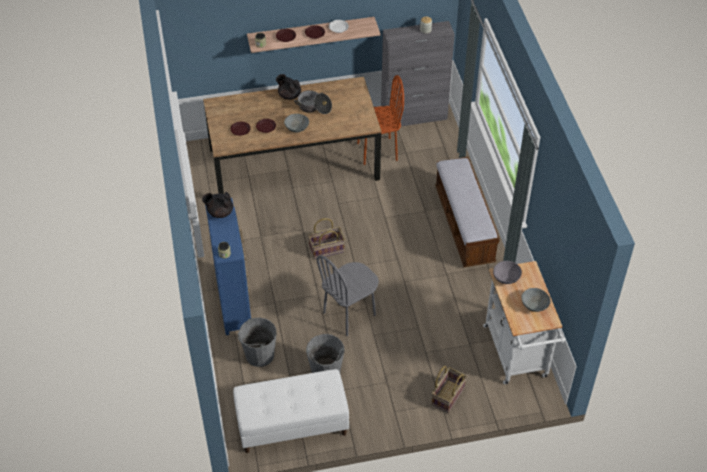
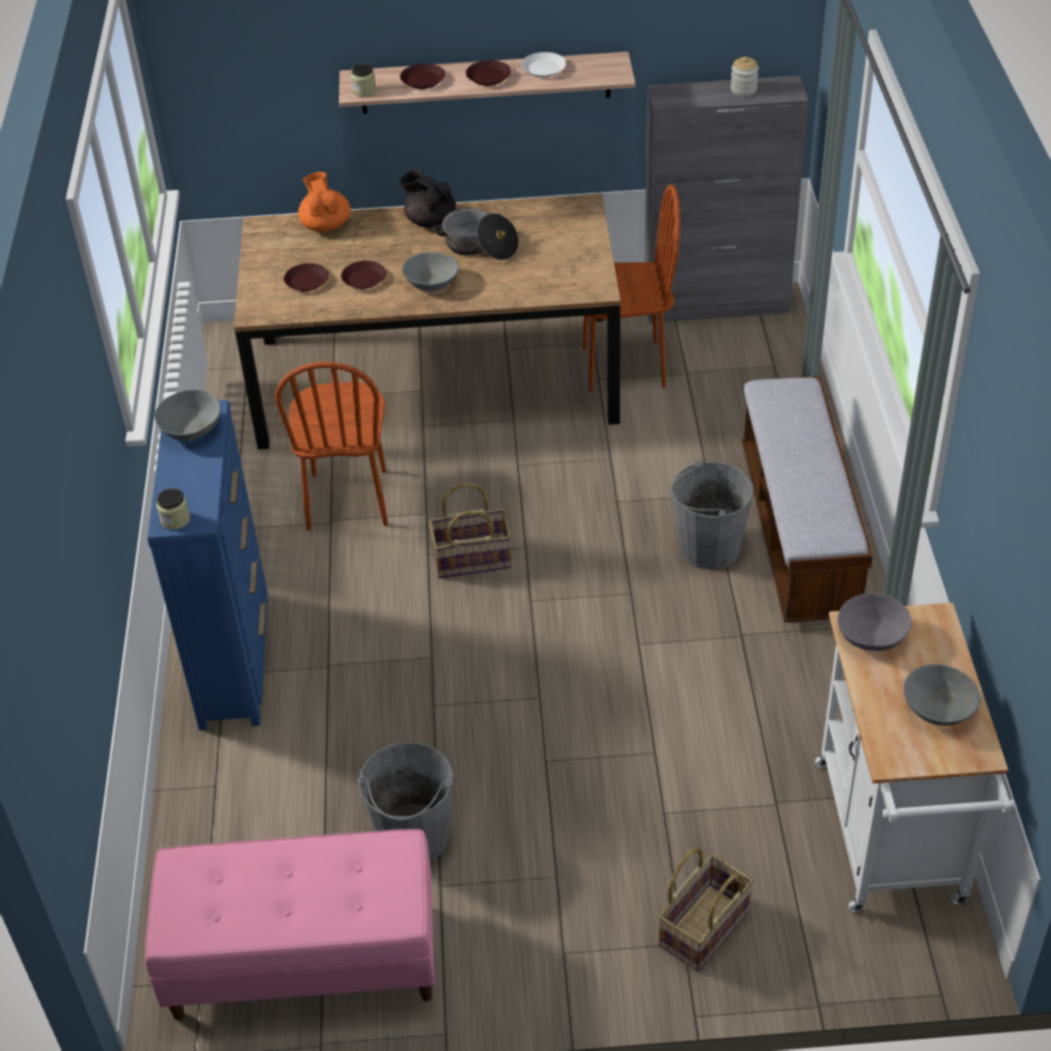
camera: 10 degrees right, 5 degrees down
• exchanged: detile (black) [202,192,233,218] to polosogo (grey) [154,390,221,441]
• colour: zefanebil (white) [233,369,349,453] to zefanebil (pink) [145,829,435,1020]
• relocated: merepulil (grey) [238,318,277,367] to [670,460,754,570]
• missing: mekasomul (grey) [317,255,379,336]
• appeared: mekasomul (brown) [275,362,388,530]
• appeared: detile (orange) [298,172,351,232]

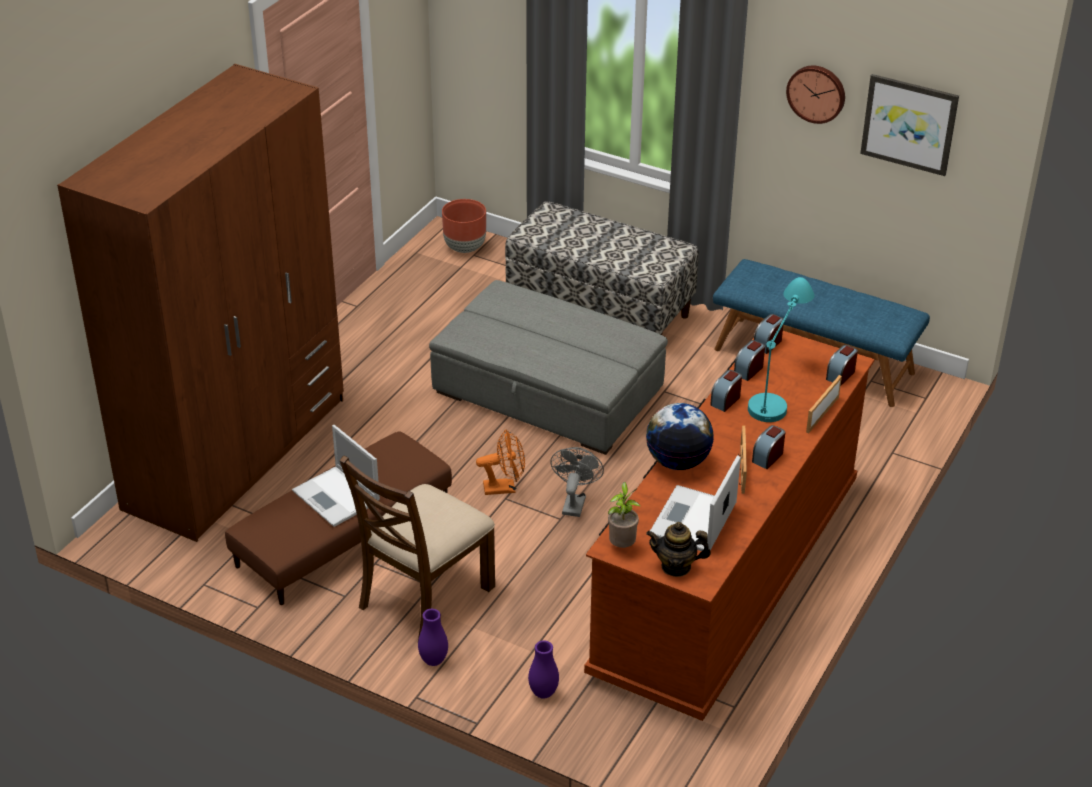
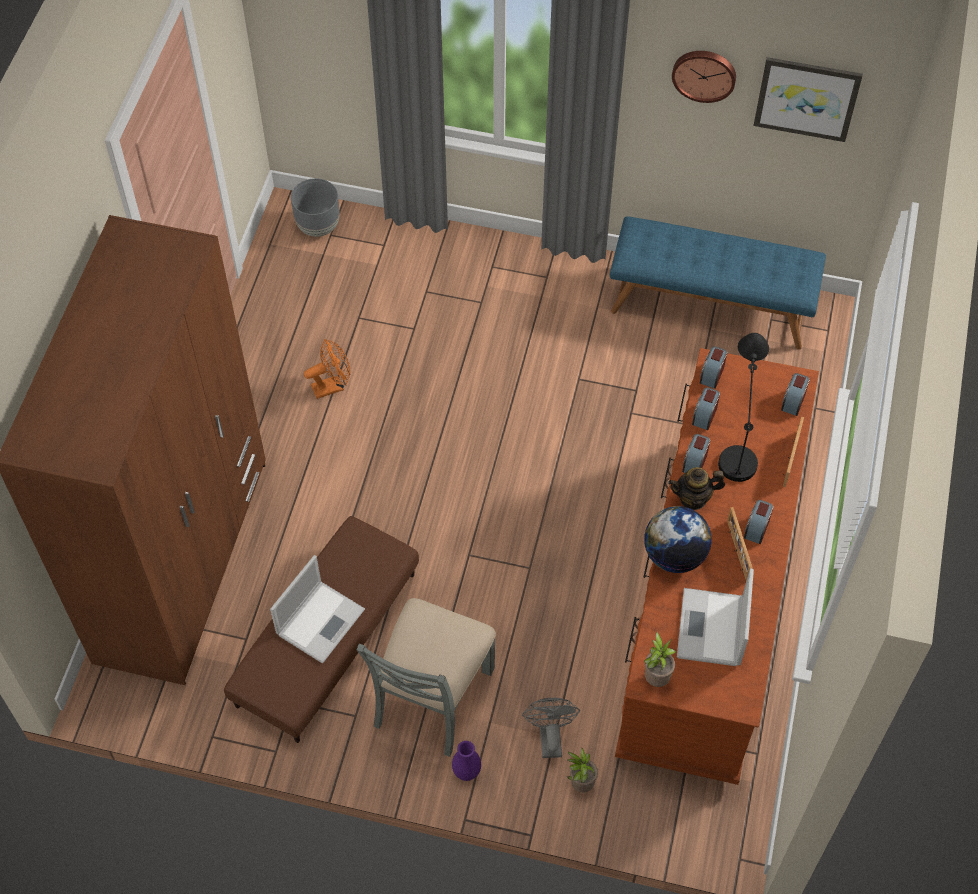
camera: 15 degrees left, 20 degrees up
• spun: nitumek [292,425,380,527] = [270,555,365,663] 90 degrees counterclockwise
• colour: mekasomul (brown) [339,456,495,640] to mekasomul (grey) [357,598,496,757]
• missing: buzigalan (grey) [429,280,668,455]
• colour: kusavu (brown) [442,199,486,253] to kusavu (grey) [291,178,340,237]
• relocated: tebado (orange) [476,429,525,495] to [304,339,351,399]
• missing: zefanebil [505,201,699,335]
• exchanged: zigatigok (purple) [528,641,559,699] to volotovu [567,747,598,793]
• relocated: tebado (grey) [550,447,604,517] to [522,698,580,758]
• relocated: detile [646,522,711,577] to [668,467,725,510]
• colour: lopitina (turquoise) [748,277,815,422] to lopitina (black) [718,333,769,482]

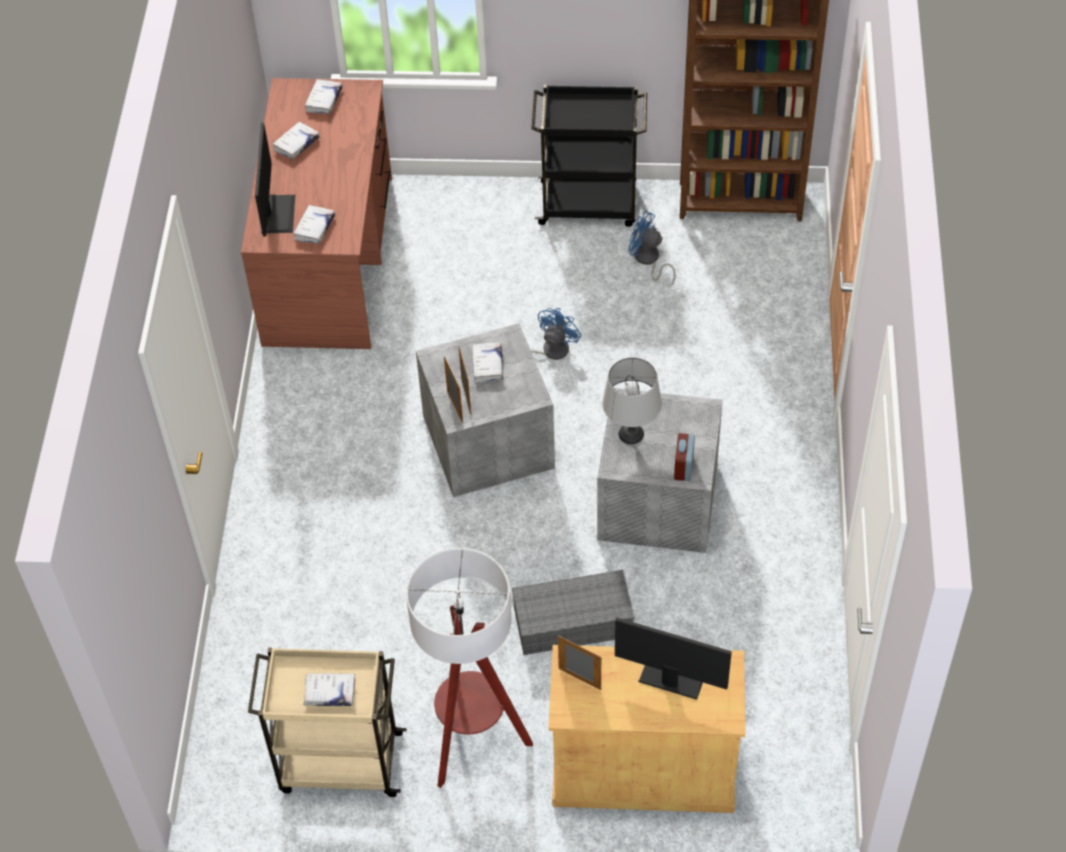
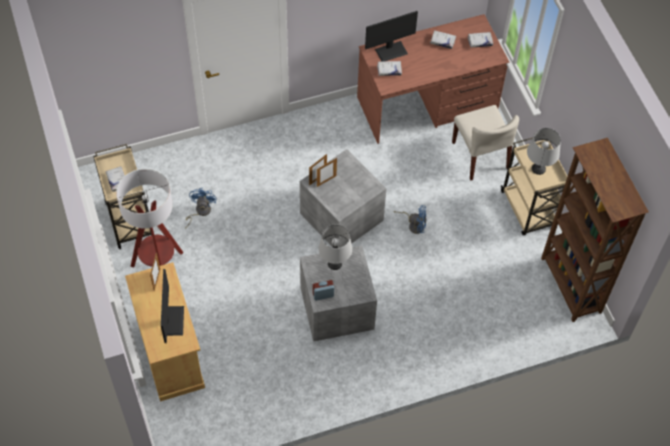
camera: 65 degrees right, 5 degrees up
• missing: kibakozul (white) [472,342,503,383]
• missing: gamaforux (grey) [512,570,635,655]
• colour: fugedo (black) [532,85,647,227] to fugedo (beige) [501,137,568,235]
• relocated: tebado (blue) [629,211,676,285] to [186,188,217,228]
• appeared: mekasomul (beige) [452,105,519,180]
• appeared: lopitina (grey) [527,128,561,175]

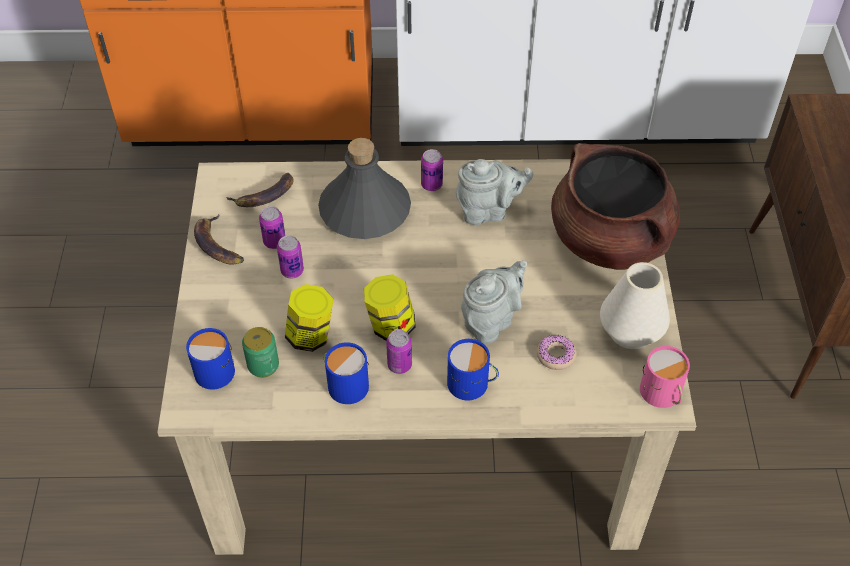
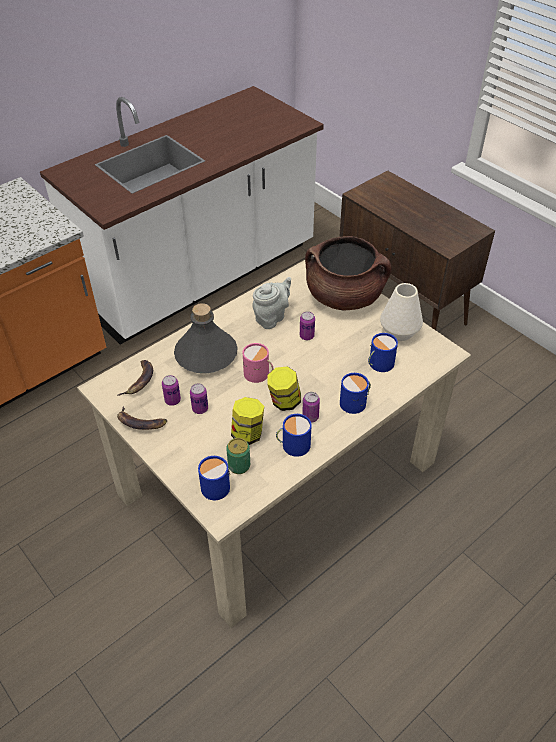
camera: 40 degrees left, 5 degrees down
• relocated: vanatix [421,149,443,191] to [300,311,315,340]
• missing: detile (grey) [461,260,527,344]
• exchanged: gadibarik [537,335,577,370] to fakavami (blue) [368,333,398,372]
• relocated: fakavami (pink) [640,346,690,408] to [243,343,274,383]

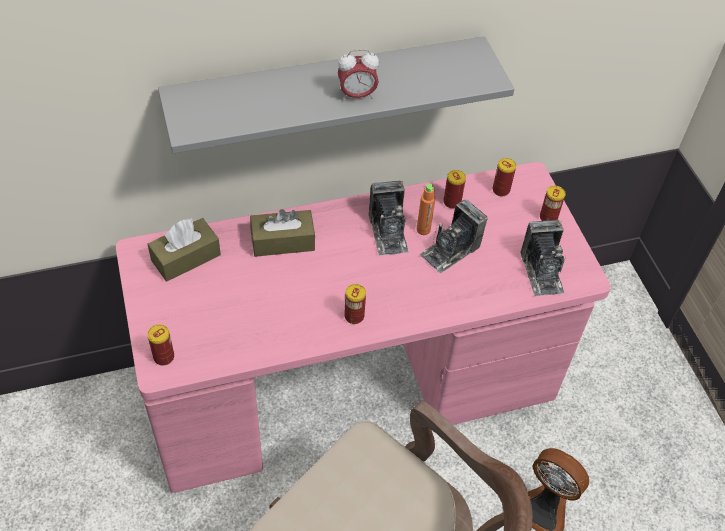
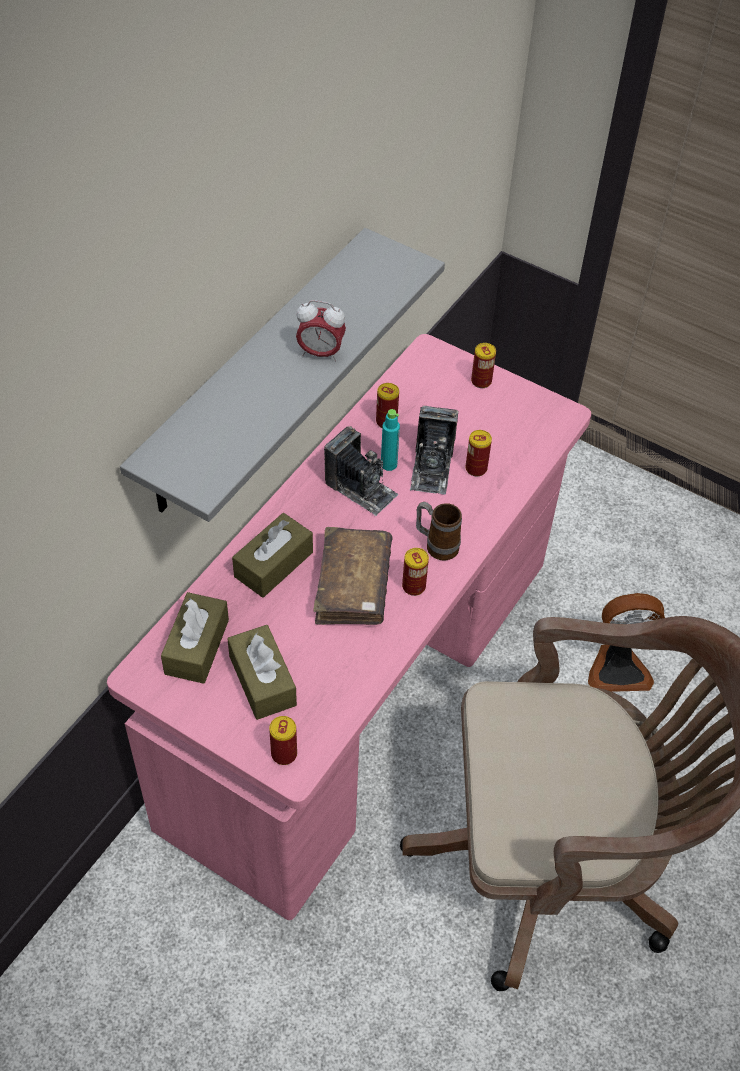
camera: 40 degrees left, 0 degrees up
• spun: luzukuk [338,49,379,101] = [296,300,346,361] 60 degrees clockwise
• colour: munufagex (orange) [417,184,436,235] to munufagex (turquoise) [381,409,400,471]
• relocated: vanatix [493,158,516,196] to [465,430,492,477]
• missing: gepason [520,220,566,296]
• appeared: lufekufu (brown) [227,625,297,720]
• appeared: kibakozul (brown) [313,527,393,625]
• appeared: fakavami [416,502,462,560]

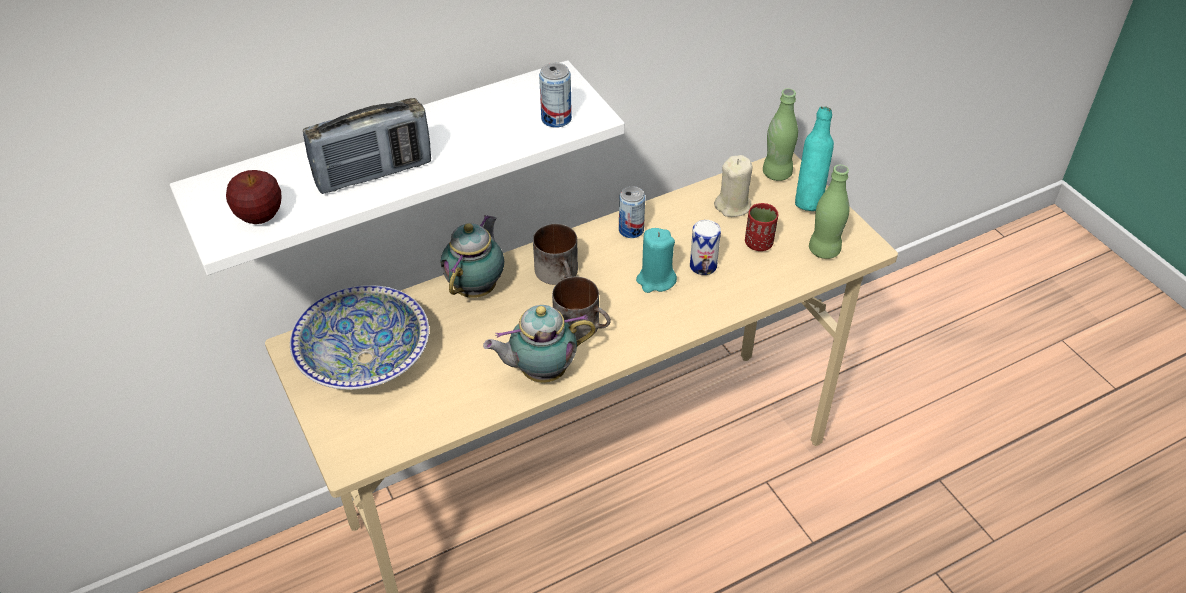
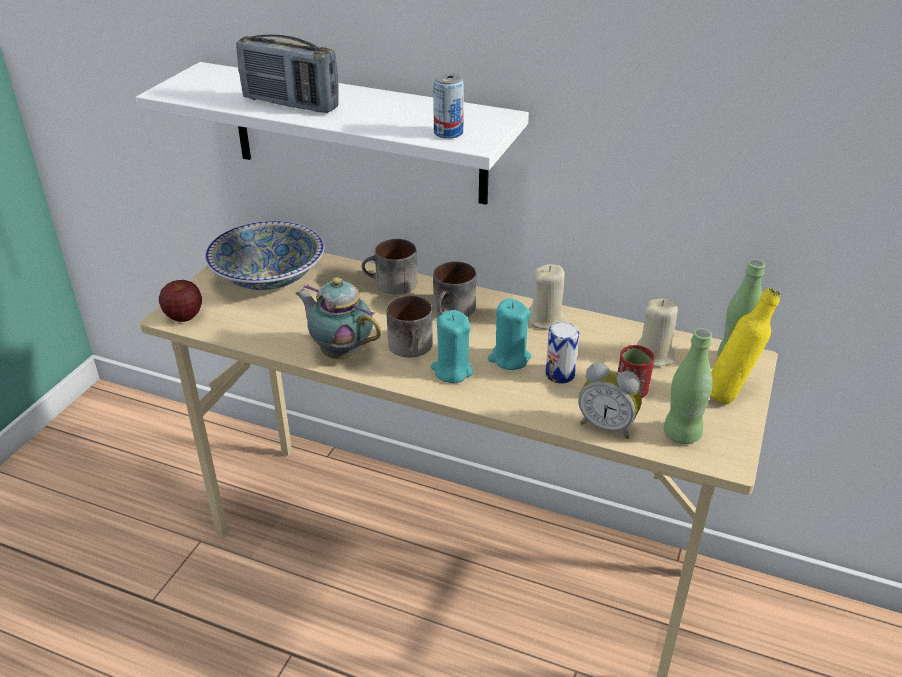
camera: 50 degrees right, 10 degrees down
• relocated: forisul [226,170,282,224] to [159,280,202,322]
• exchanged: detile [441,215,504,298] to fakavami [362,239,417,294]
• exchanged: vanatix [619,186,645,238] to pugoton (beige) [529,264,566,330]
• colour: munufagex (turquoise) [795,106,834,211] to munufagex (yellow) [710,288,780,404]
• appeared: pugoton (turquoise) [431,310,474,383]
• appeared: luzukuk [578,363,642,439]

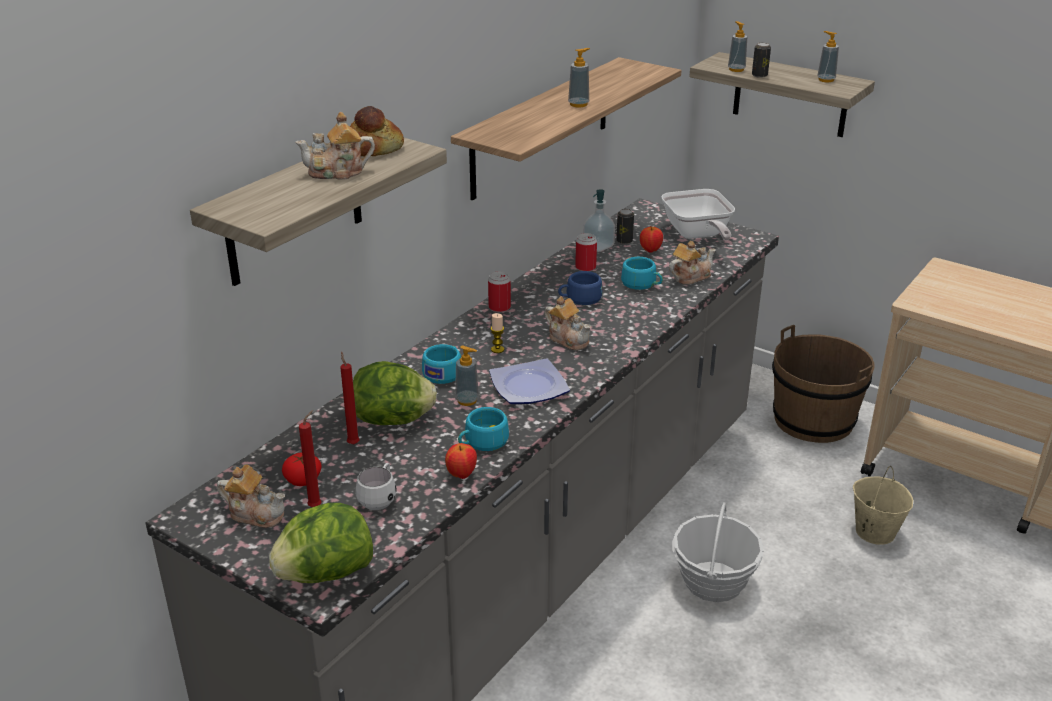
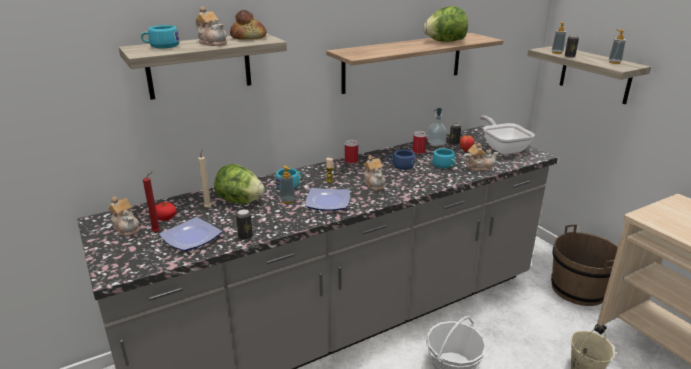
camera: 25 degrees right, 5 degrees down
• relocated: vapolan [269,503,373,583] to [424,6,468,42]
• spun: detile [296,112,375,180] = [195,6,227,46] 150 degrees counterclockwise
• colour: pugoton (red) [340,352,360,445] to pugoton (beige) [198,150,212,208]
• exchanged: fakavami (white) [355,463,397,510] to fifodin [159,217,222,251]
• exchanged: forisul [445,443,477,479] to vanatix [236,209,253,240]
• relocated: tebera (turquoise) [458,407,509,451] to [141,25,179,48]
• missing: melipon [568,48,590,107]
• spun: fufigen [661,189,735,241] = [480,116,535,155] 150 degrees clockwise

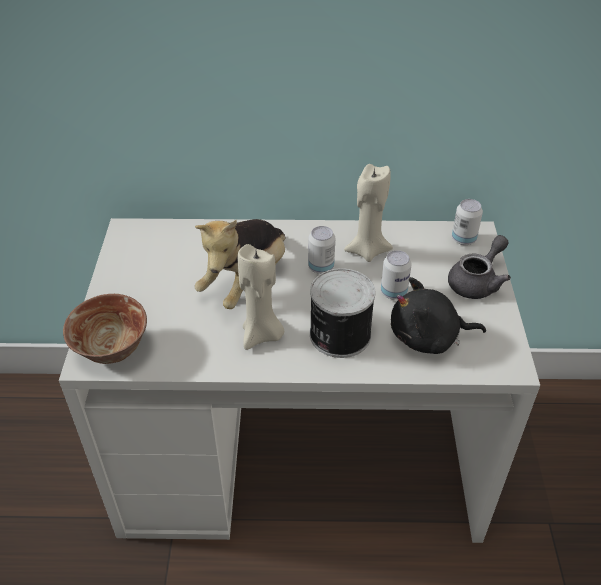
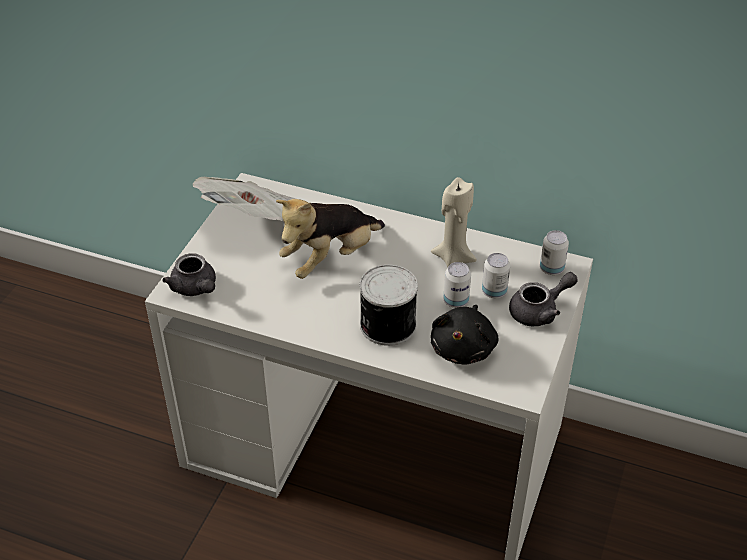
camera: 20 degrees right, 0 degrees up
• exchanged: polosogo [63,294,147,364] to detile (grey) [162,253,216,296]
• missing: pugoton (beige) [238,244,284,350]
• relocated: vanatix [308,226,335,274] to [482,253,510,298]
• spun: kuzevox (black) [391,277,486,354] = [431,305,498,365] 90 degrees counterclockwise
• appeared: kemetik [193,177,296,221]

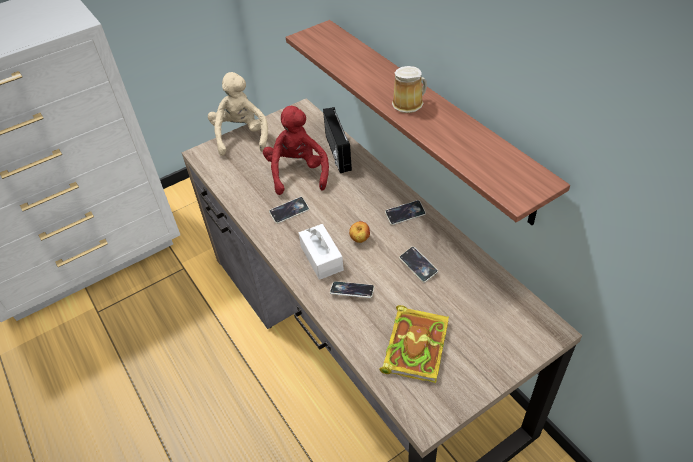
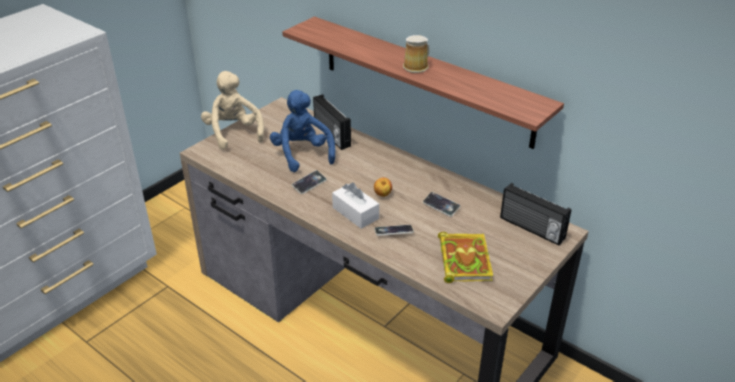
camera: 20 degrees left, 10 degrees down
• colour: kuzevox (red) [263,106,329,195] to kuzevox (blue) [270,90,335,172]
• missing: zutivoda [385,200,426,225]
• appeared: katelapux [500,183,571,246]

